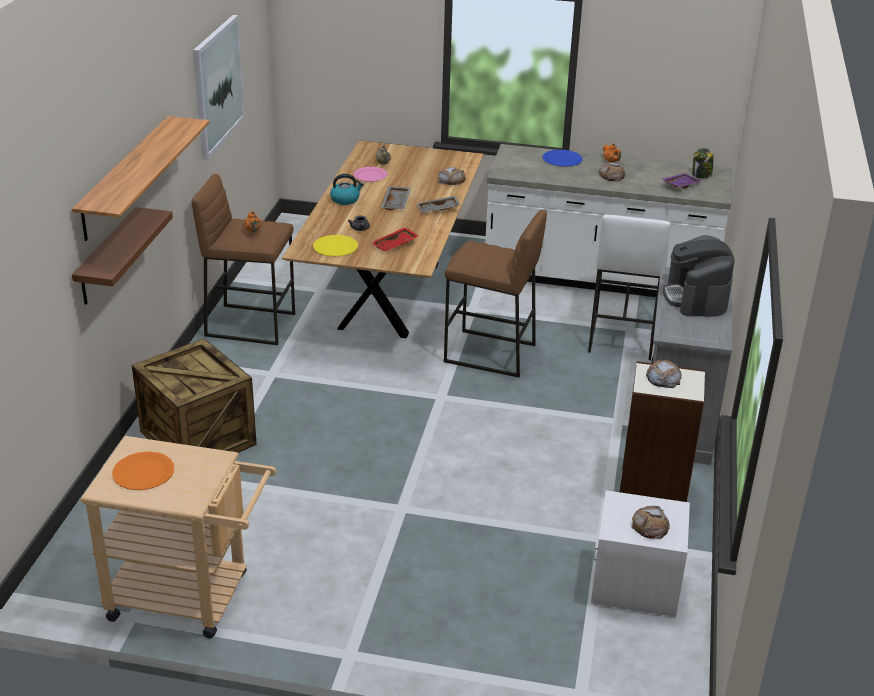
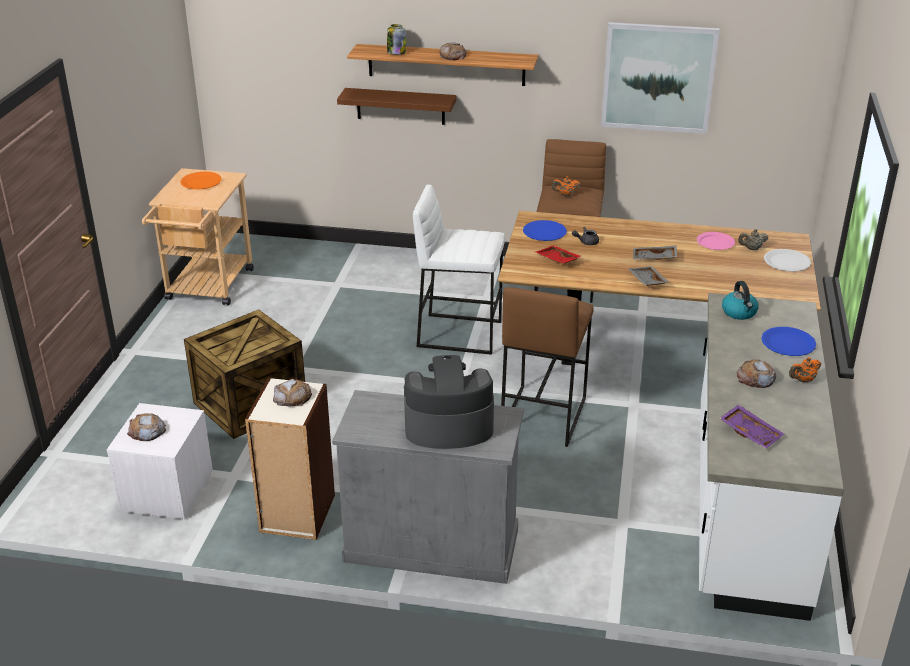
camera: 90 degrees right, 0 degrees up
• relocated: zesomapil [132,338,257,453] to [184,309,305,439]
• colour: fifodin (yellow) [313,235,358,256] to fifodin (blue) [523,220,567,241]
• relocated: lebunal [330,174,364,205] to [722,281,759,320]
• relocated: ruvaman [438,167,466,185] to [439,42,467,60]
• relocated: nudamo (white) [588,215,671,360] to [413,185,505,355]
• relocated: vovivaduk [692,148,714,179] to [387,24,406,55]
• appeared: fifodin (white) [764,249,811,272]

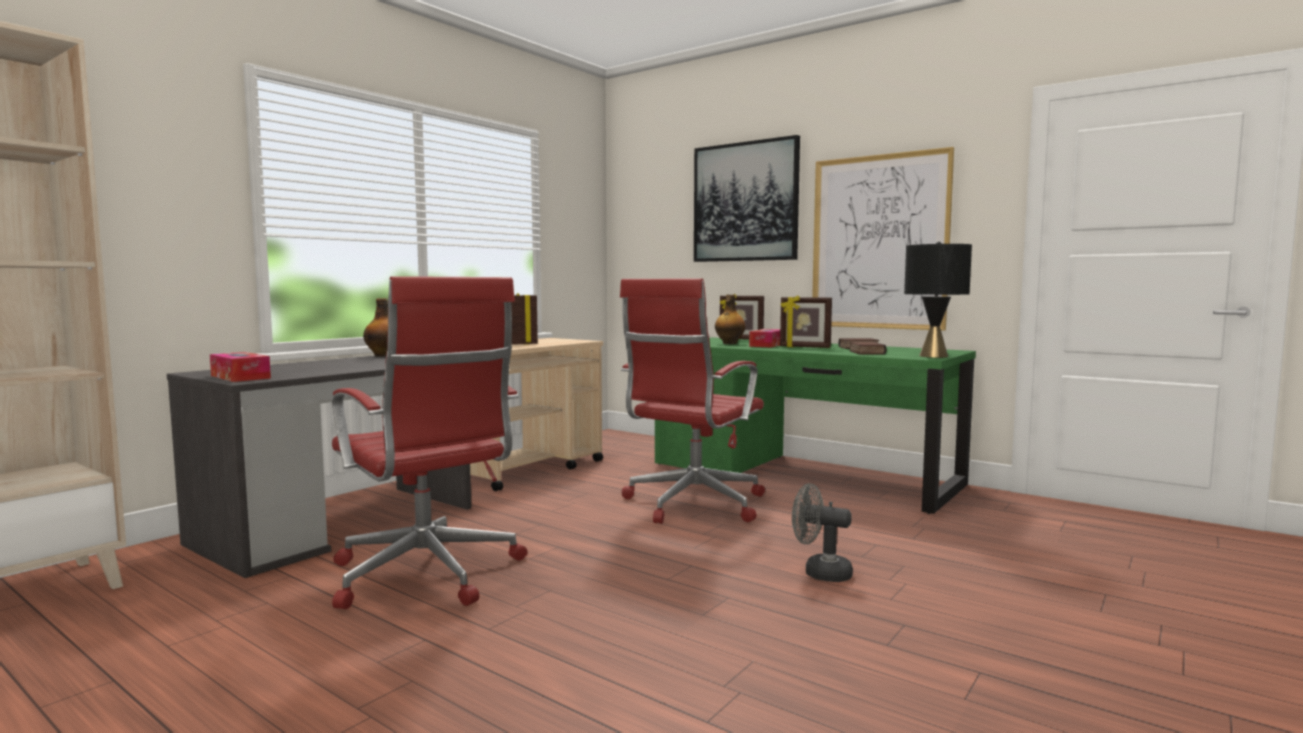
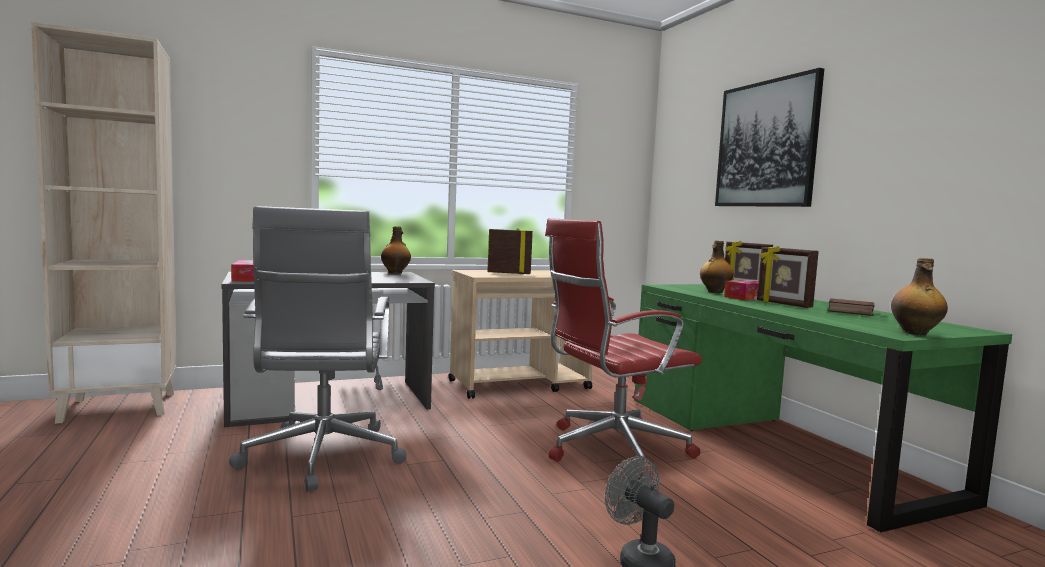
camera: 30 degrees right, 0 degrees up
• colour: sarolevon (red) [332,276,527,609] to sarolevon (grey) [229,206,406,491]
• missing: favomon [812,147,954,331]
• missing: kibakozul [849,342,886,355]
• exchanged: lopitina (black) [904,241,972,358] to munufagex [891,258,948,335]

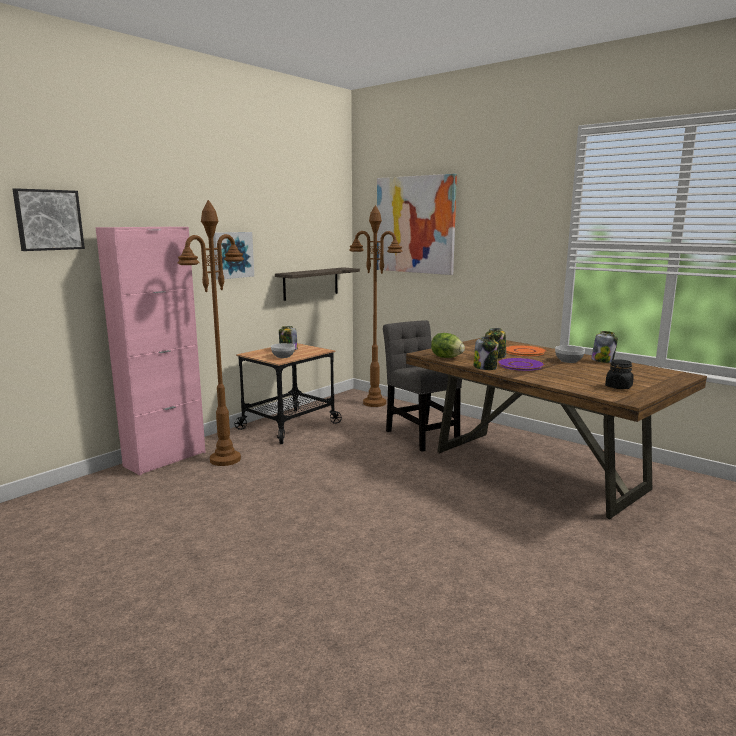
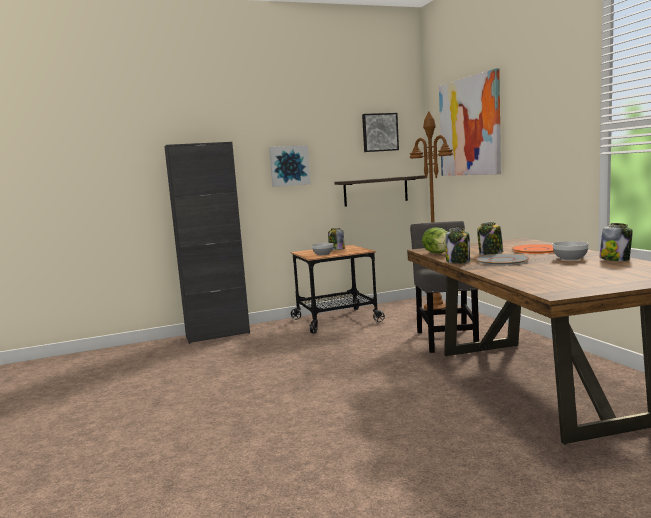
camera: 30 degrees right, 5 degrees down
• relocated: favomon [12,188,85,251] to [362,113,399,152]
• colour: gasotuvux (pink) [96,227,206,475] to gasotuvux (black) [165,142,250,344]
• missing: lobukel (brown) [177,200,244,466]
• colour: fifodin (purple) [497,358,545,371] to fifodin (grey) [475,254,529,265]
• missing: vovivaduk (black) [605,359,634,389]

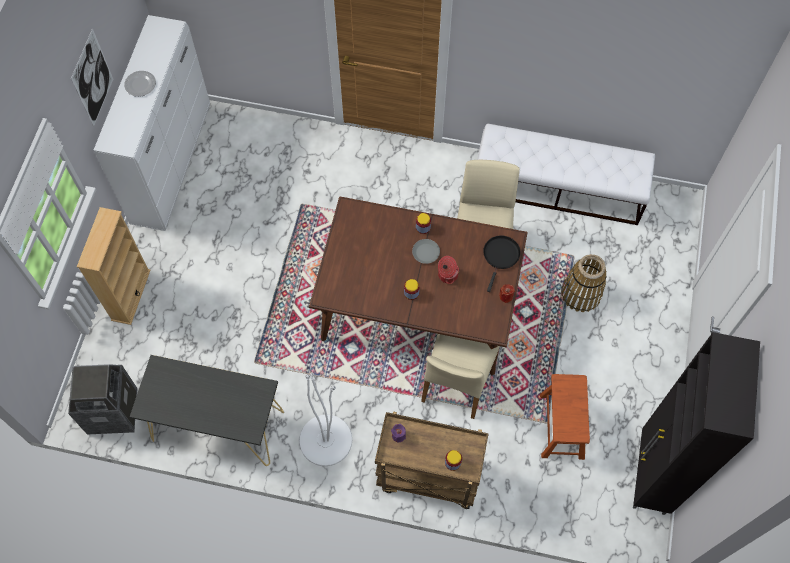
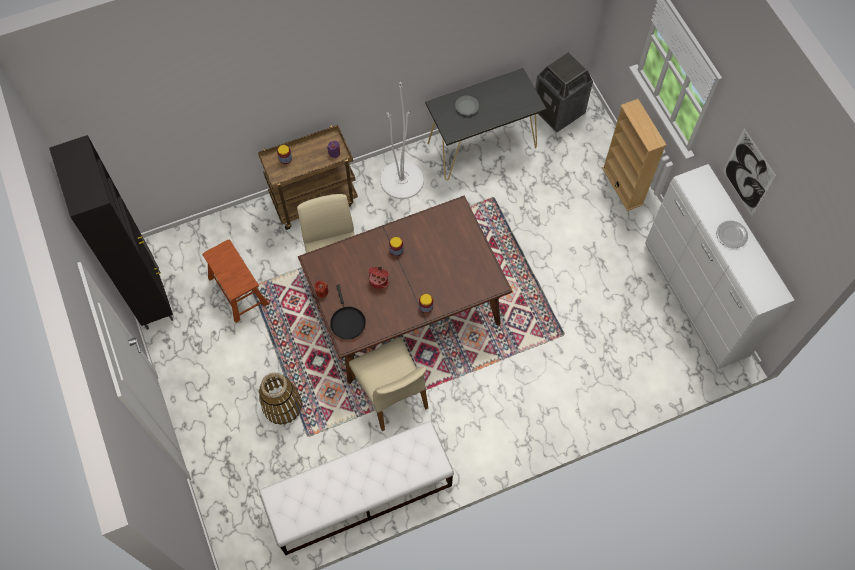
camera: 145 degrees right, 0 degrees up
• relocated: fifodin (grey) [412,239,440,264] to [455,96,479,115]

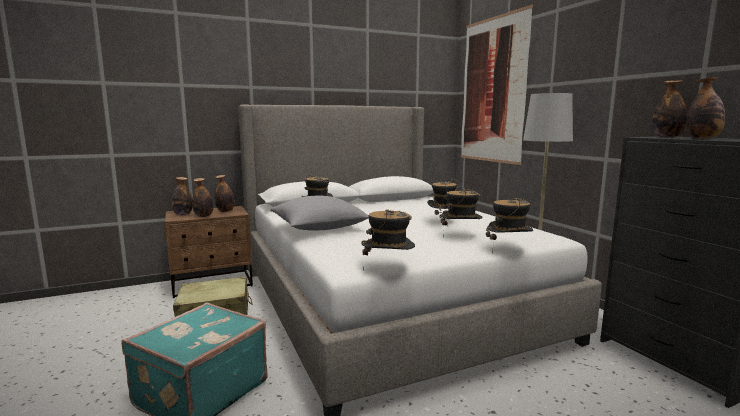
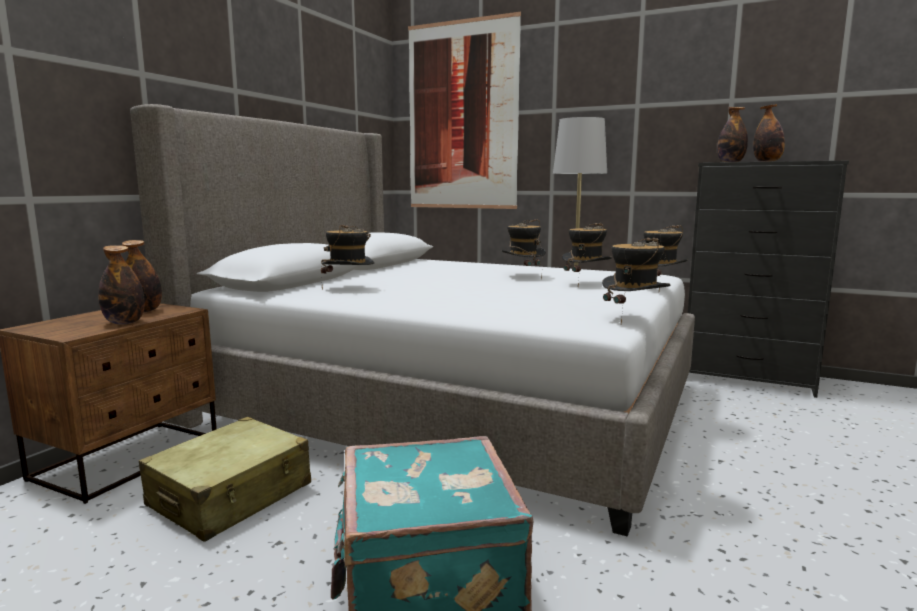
camera: 40 degrees left, 0 degrees up
• missing: munufagex [172,177,192,215]
• missing: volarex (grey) [270,196,369,231]

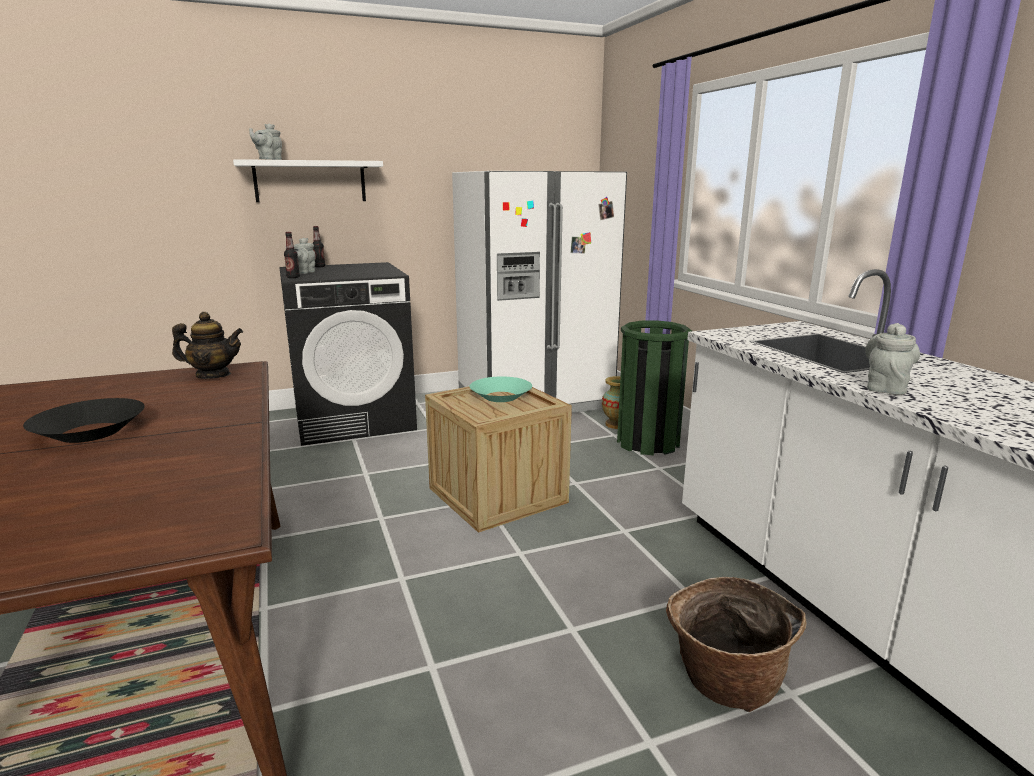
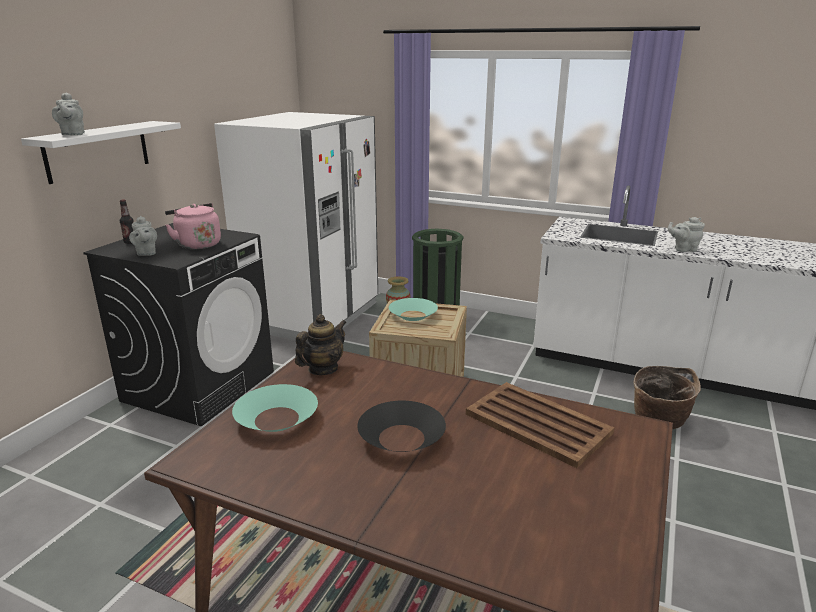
camera: 45 degrees left, 5 degrees up
• missing: munufagex [284,232,300,278]
• spun: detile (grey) [866,323,920,395] = [668,217,705,252] 75 degrees counterclockwise
• appeared: lebunal (pink) [165,203,221,249]
• appeared: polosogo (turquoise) [232,384,318,432]
• appeared: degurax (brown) [466,382,614,468]

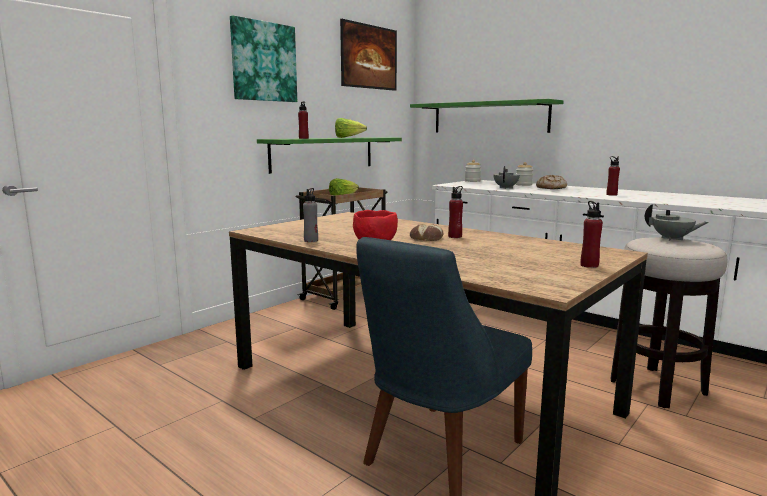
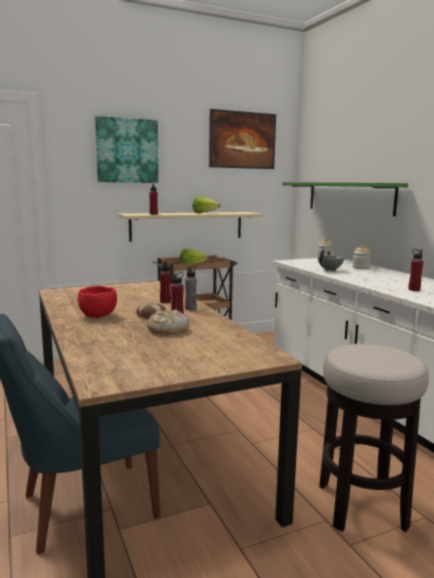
camera: 25 degrees right, 0 degrees up
• colour: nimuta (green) [257,137,402,174] to nimuta (beige) [118,212,264,242]
• relocated: munufagex (grey) [303,188,318,242] to [185,266,197,310]
• relocated: ruvaman [536,175,567,189] to [147,309,189,334]
• relocated: munufagex (red) [580,201,603,268] to [160,261,171,303]
• missing: detile (grey) [645,204,709,241]

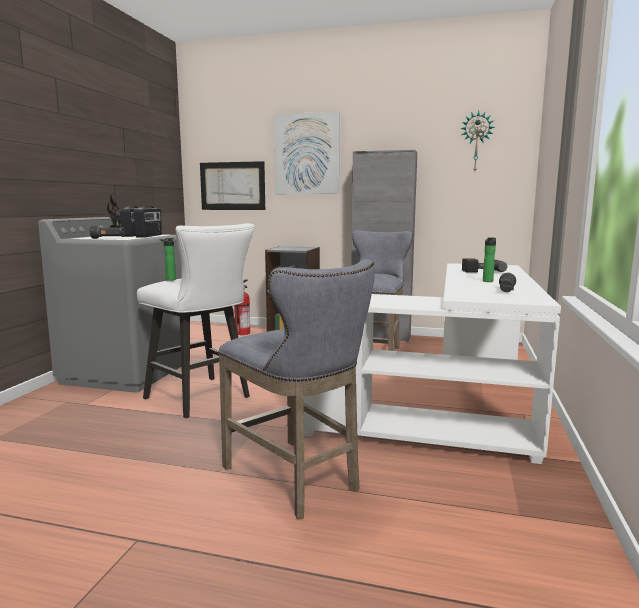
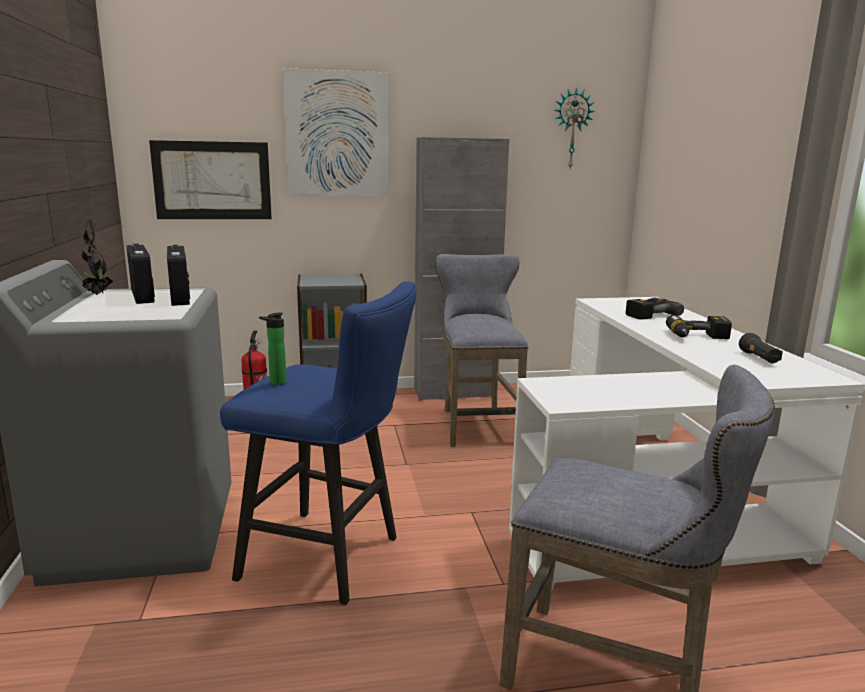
camera: 25 degrees left, 5 degrees up
• missing: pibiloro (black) [90,225,125,239]
• colour: nudamo (white) [137,223,255,418] to nudamo (blue) [220,281,417,605]
• exchanged: munufagex [483,237,496,282] to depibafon [666,315,732,339]

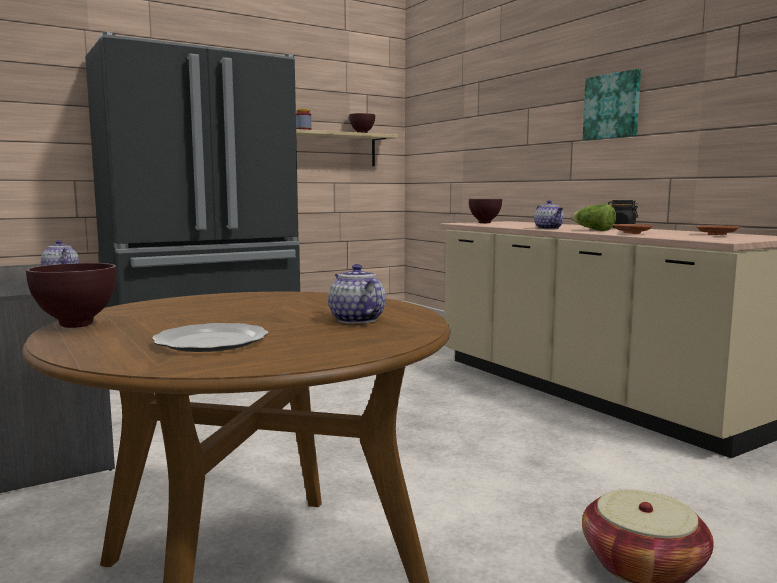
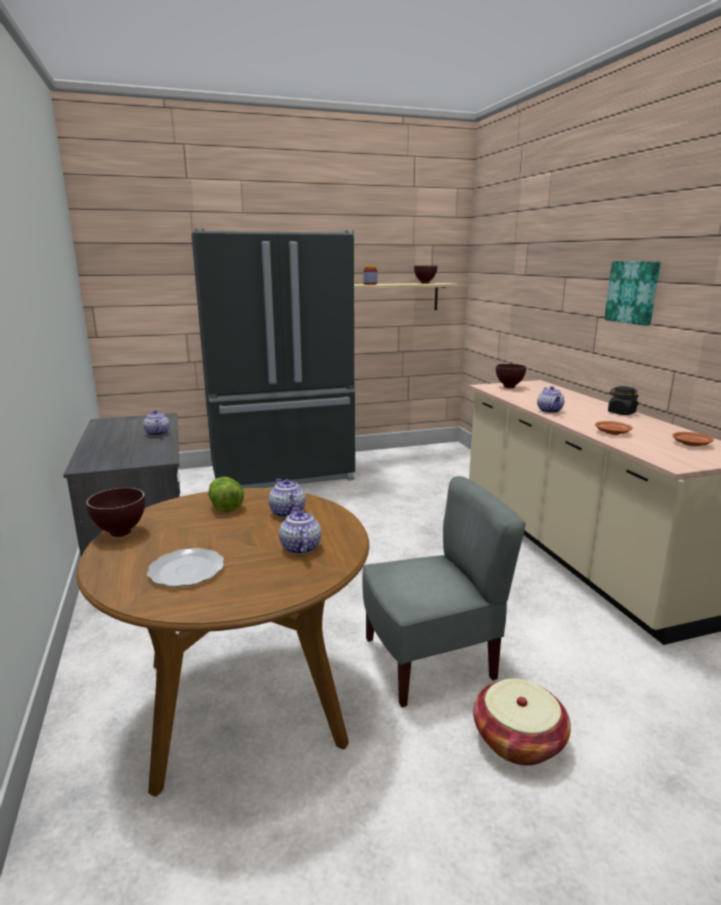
camera: 15 degrees right, 10 degrees up
• relocated: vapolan [571,204,616,231] to [208,477,244,512]
• appeared: detile [268,478,306,518]
• appeared: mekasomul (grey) [362,476,526,707]

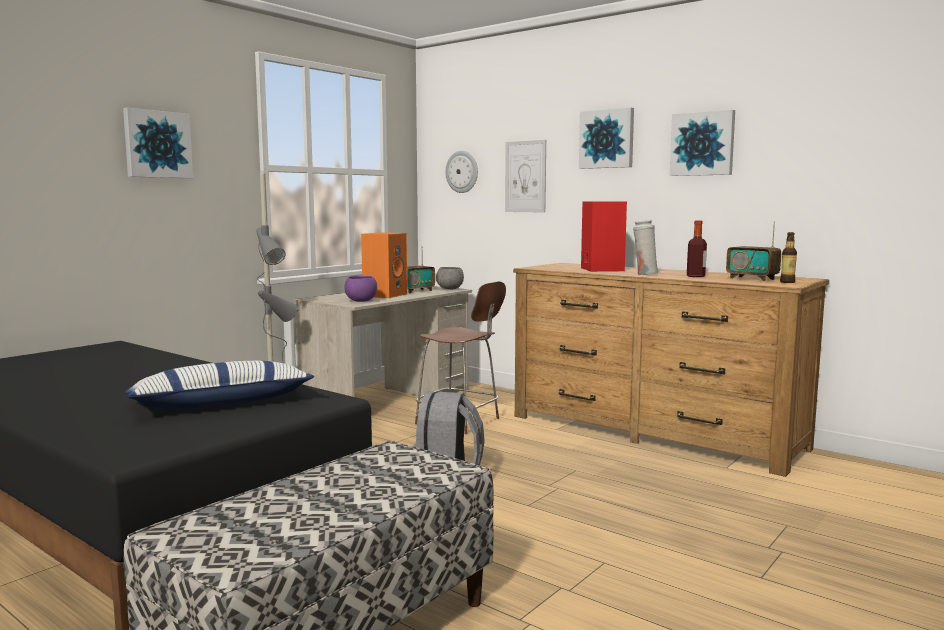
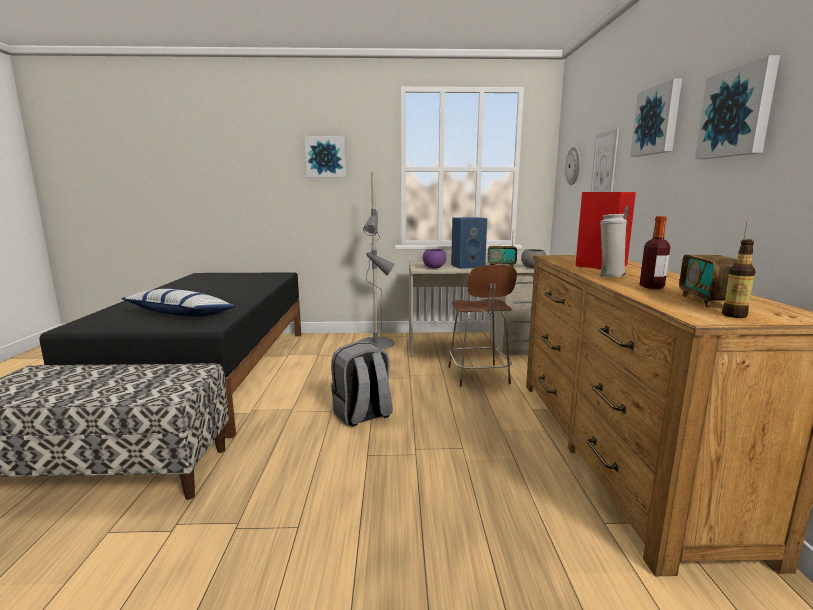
camera: 50 degrees right, 5 degrees up
• colour: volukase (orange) [361,232,407,298] to volukase (blue) [451,217,487,269]

